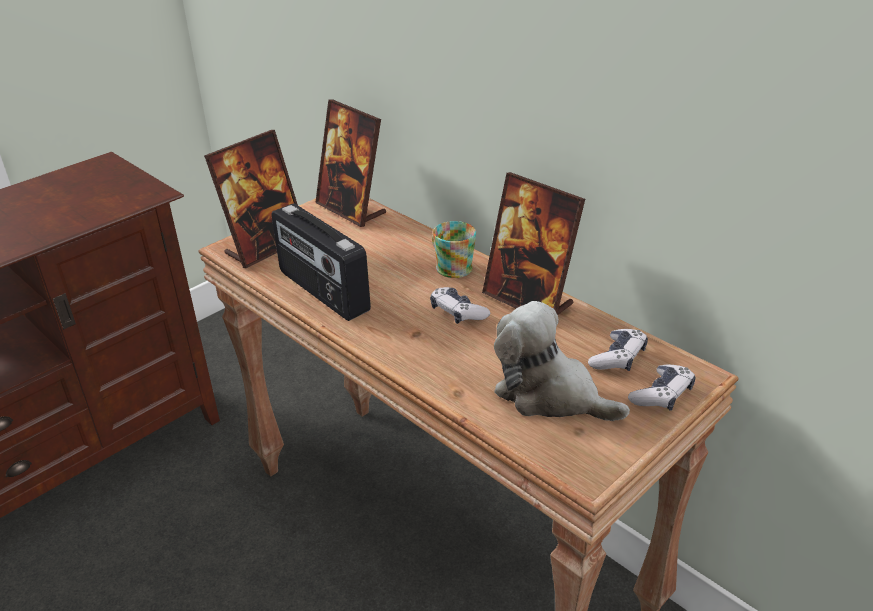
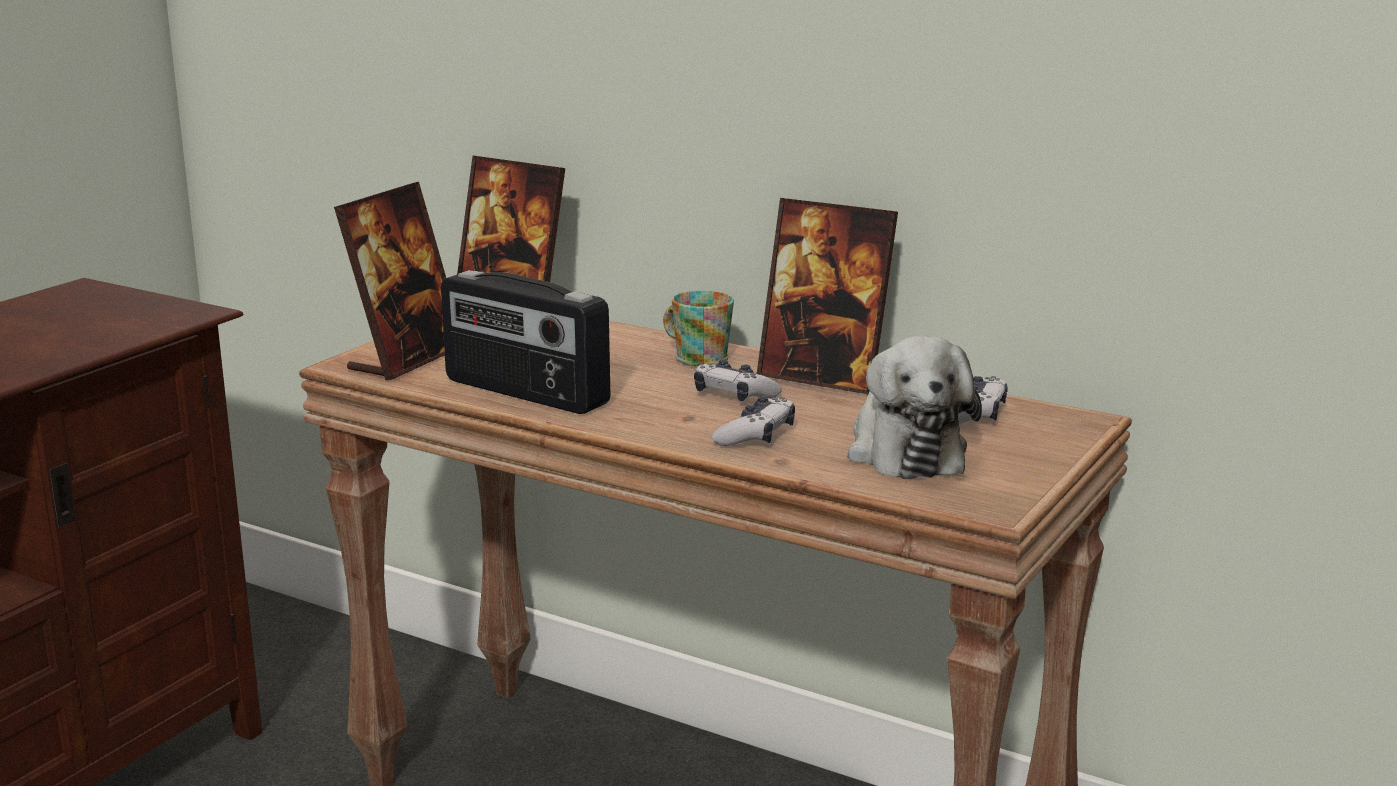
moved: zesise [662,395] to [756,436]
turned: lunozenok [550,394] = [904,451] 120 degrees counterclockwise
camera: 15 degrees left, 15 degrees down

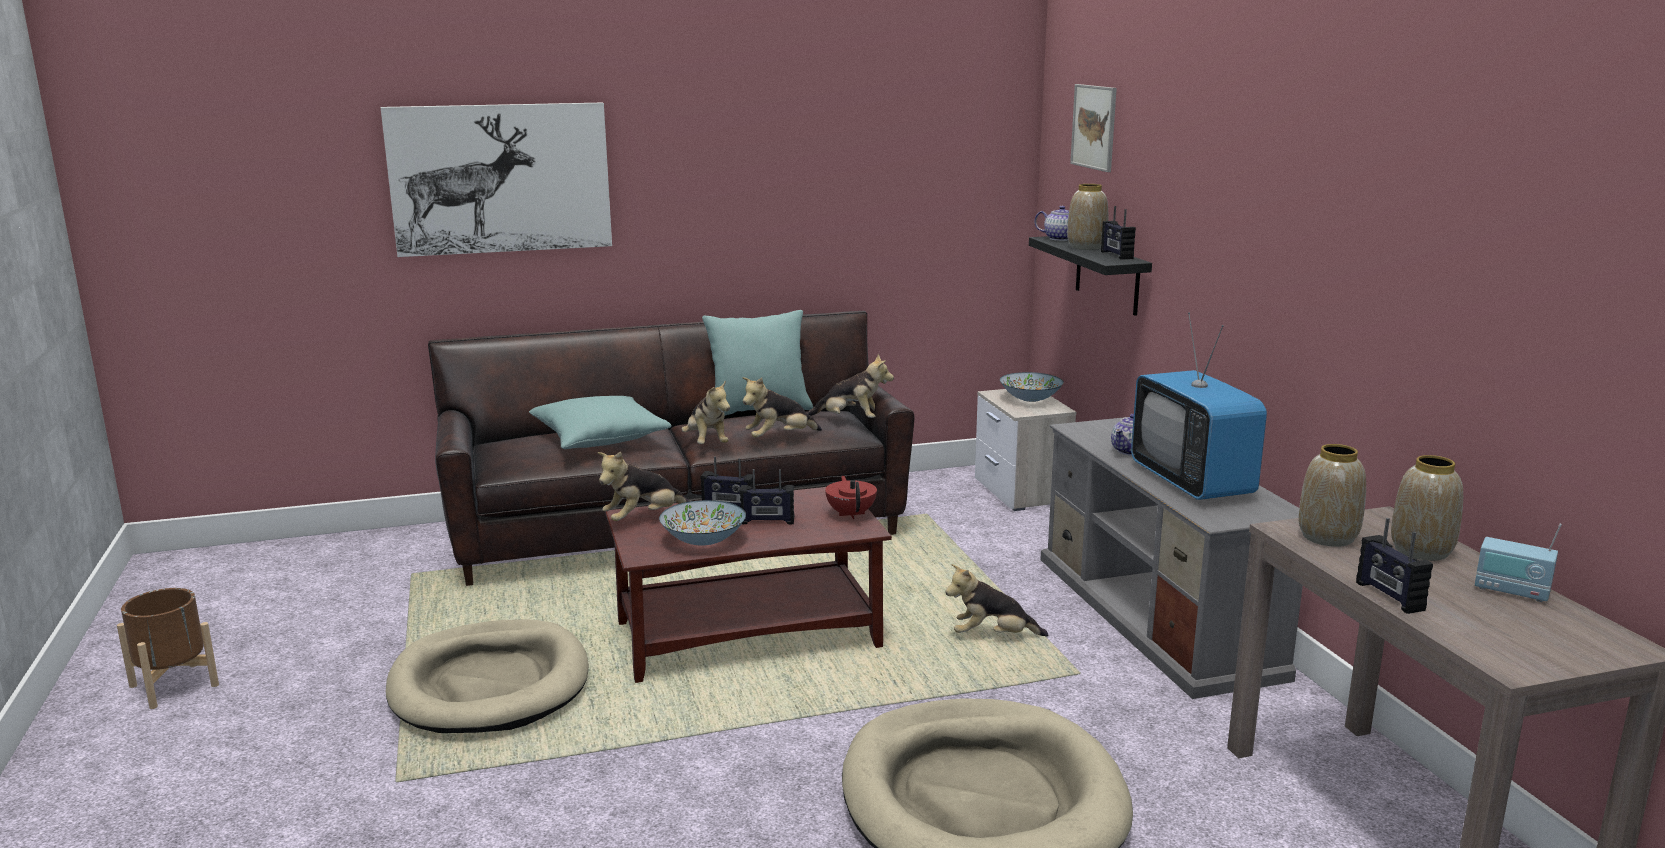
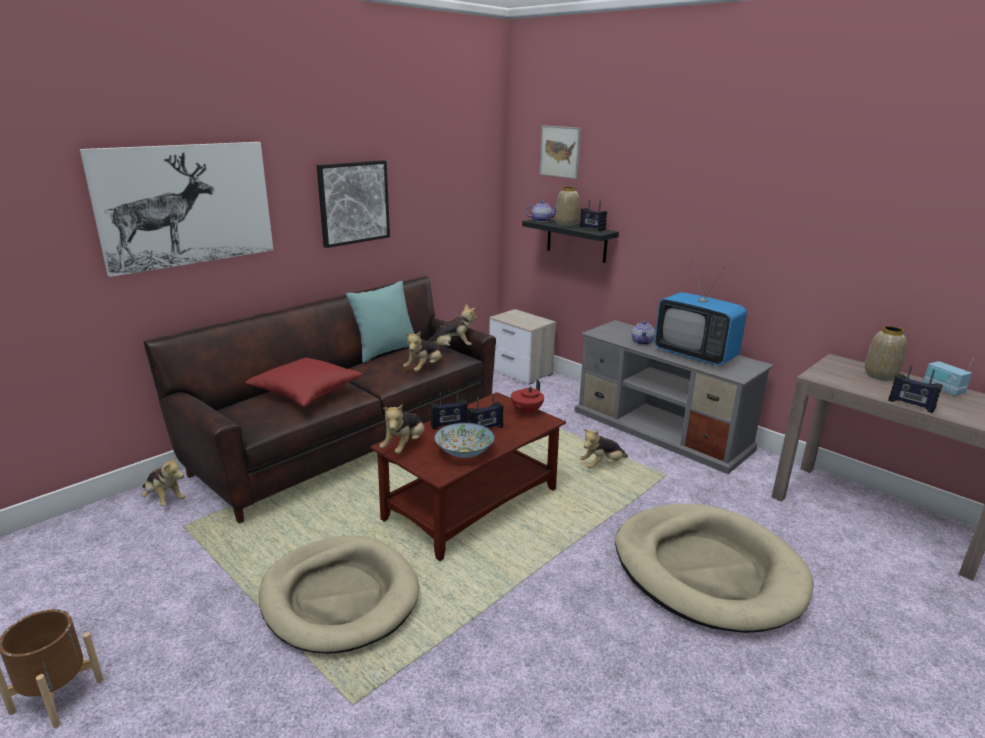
removed: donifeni [1030,399]; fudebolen [1328,537]
added: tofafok [353,202]
moved: lunozenok [706,443] to [164,499]
recoloured: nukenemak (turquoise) [600,439] to nukenemak (red) [306,392]
turned: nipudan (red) [851,514] = [526,412] 105 degrees counterclockwise; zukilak [1511,591] = [942,389] 60 degrees clockwise
camera: 30 degrees left, 5 degrees up

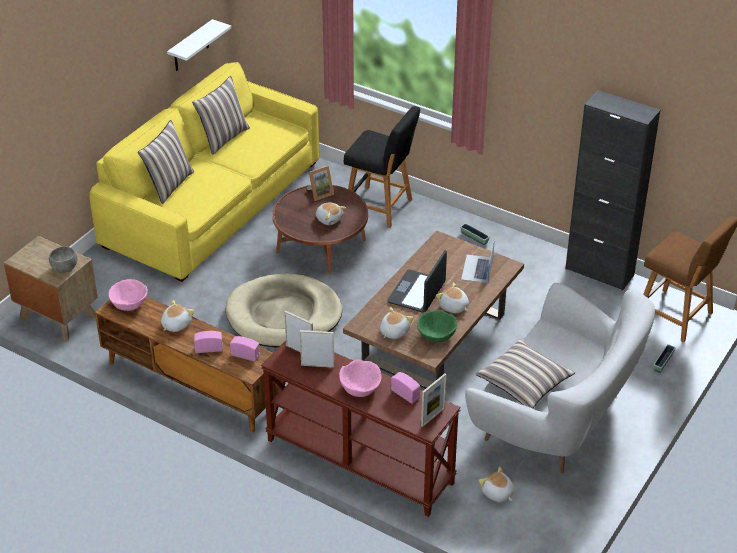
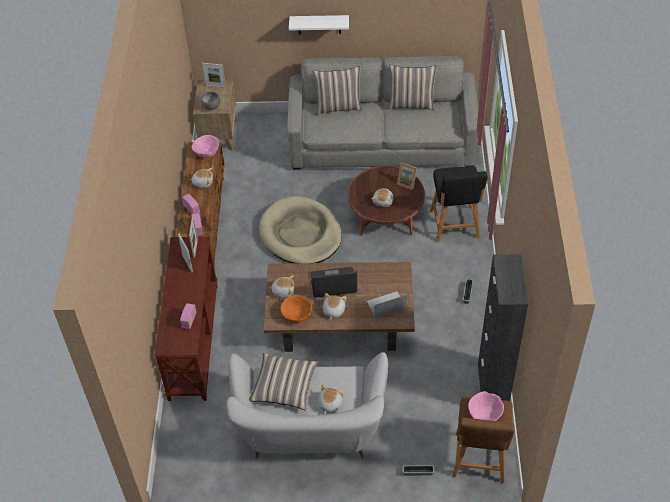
moved: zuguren [433,417] to [215,86]; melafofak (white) [191,46] to [319,24]; lunozenok [497,493] to [329,404]; donifeni (pink) [360,388] to [485,414]
recoloured: donifeni (green) [436,335] to donifeni (orange) [296,315]; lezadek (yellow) [212,203] to lezadek (grey) [382,141]
camera: 60 degrees right, 10 degrees up

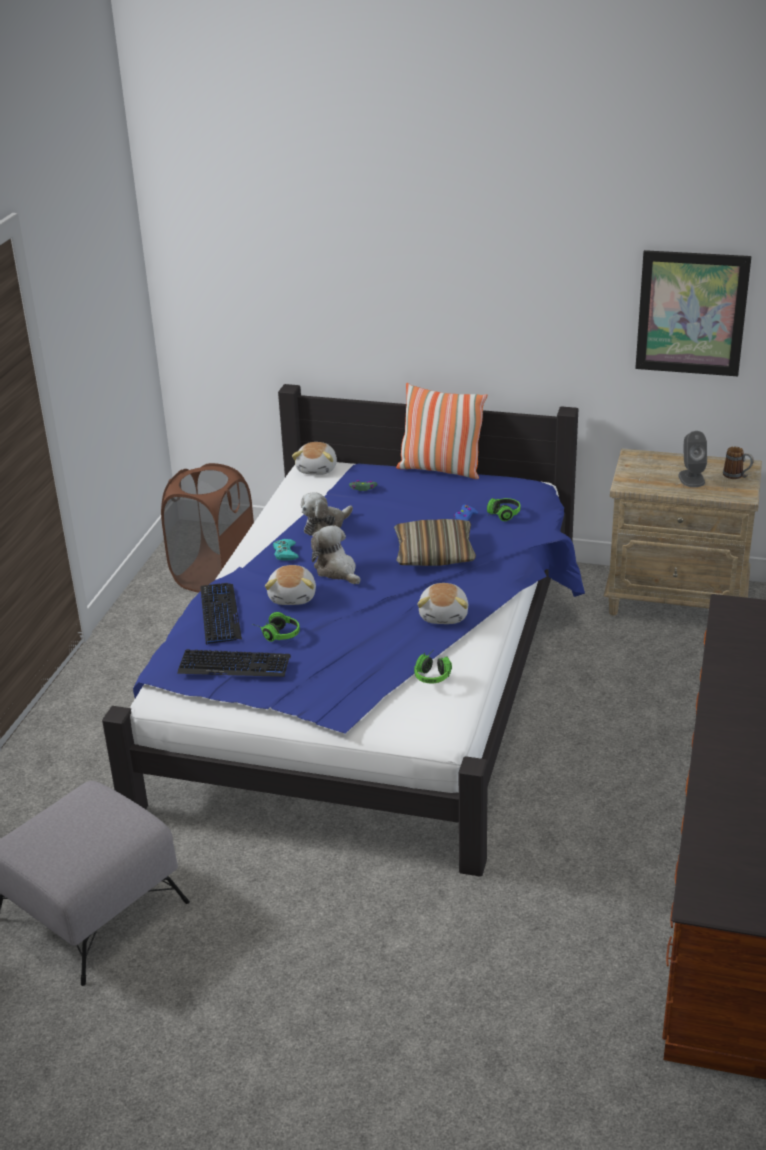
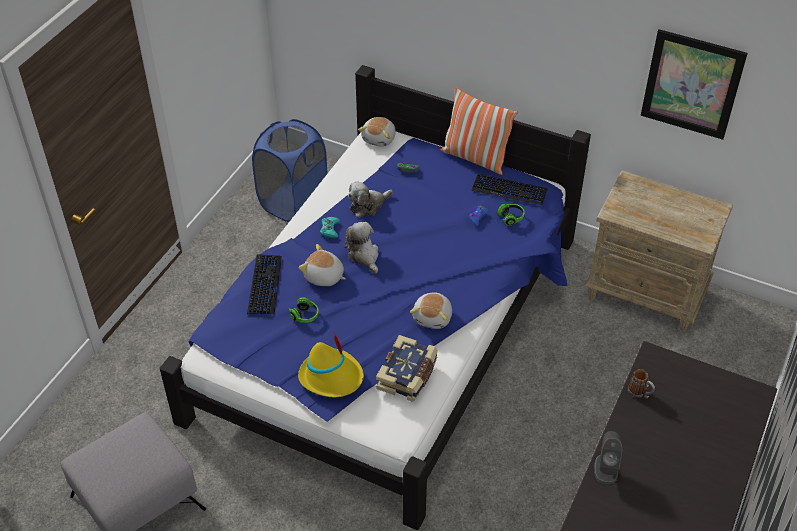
removed: nukenemak [434,553]
added: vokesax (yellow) [332,376]
moved: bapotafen [234,665] to [509,190]; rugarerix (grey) [691,478] to [606,468]; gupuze [737,476] to [640,393]
replaced: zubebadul [433,673] to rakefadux [408,375]
recoloured: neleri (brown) [214,575] to neleri (blue) [293,202]
turned: lunozenok [293,597] = [324,277] 105 degrees clockwise
camera: 10 degrees right, 15 degrees up

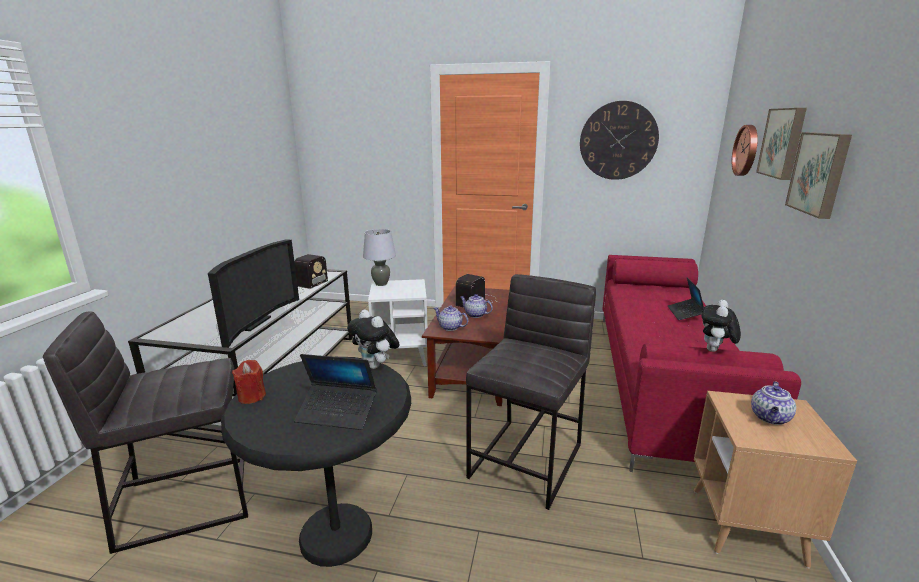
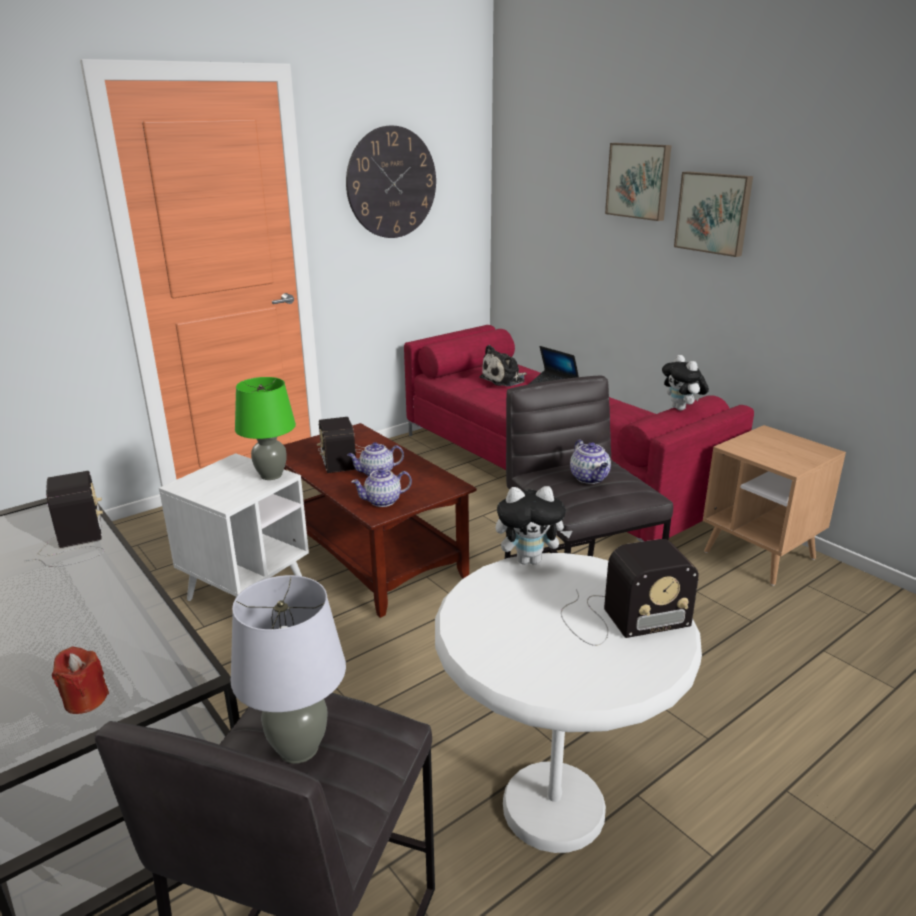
removed: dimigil [251,323]; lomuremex [747,150]
added: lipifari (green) [271,475]; lunozenok [504,380]
moved: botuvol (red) [252,396] to [85,700]; lipifari (grey) [381,284] to [298,749]; nipudan [770,418] to [590,478]
replaced: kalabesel [337,413] to zukilak [619,618]
recoloured: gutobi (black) [336,535] to gutobi (white) [553,807]
camera: 50 degrees left, 5 degrees up

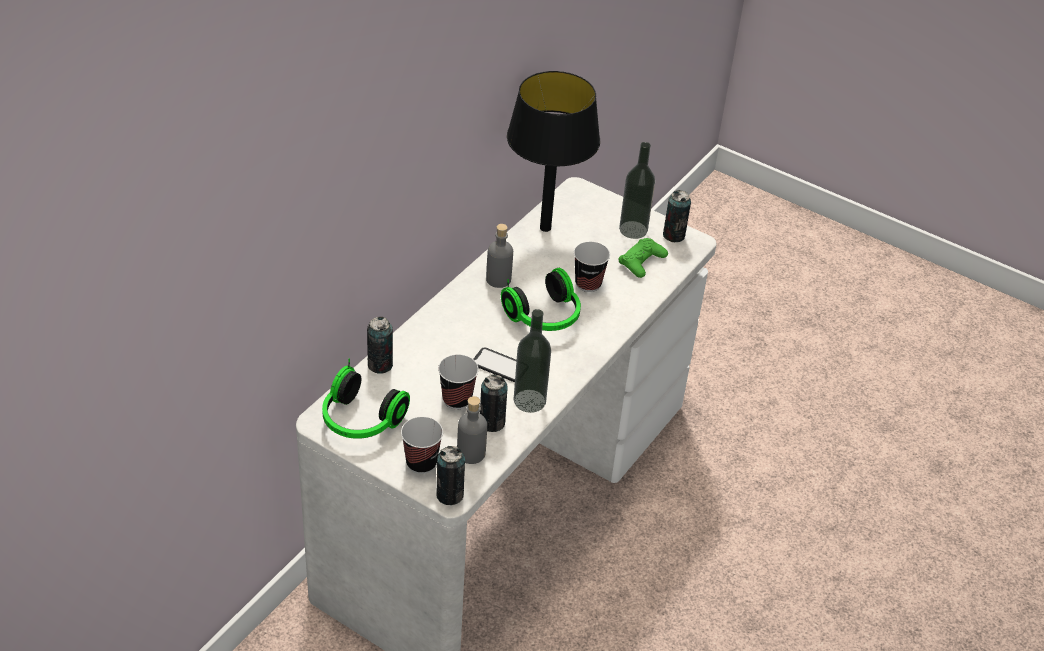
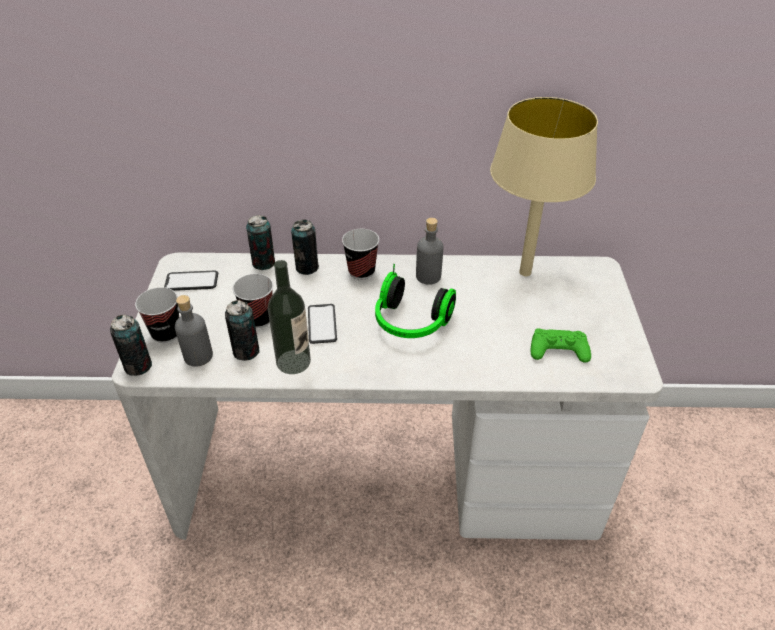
removed: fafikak [633,230]
moved: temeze [673,235] to [307,267]; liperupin [588,284] to [361,271]
replaced: zubebadul [360,421] to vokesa [191,281]
recoloured: lipifari (black) [545,228] to lipifari (beige) [525,272]
camera: 60 degrees right, 0 degrees up

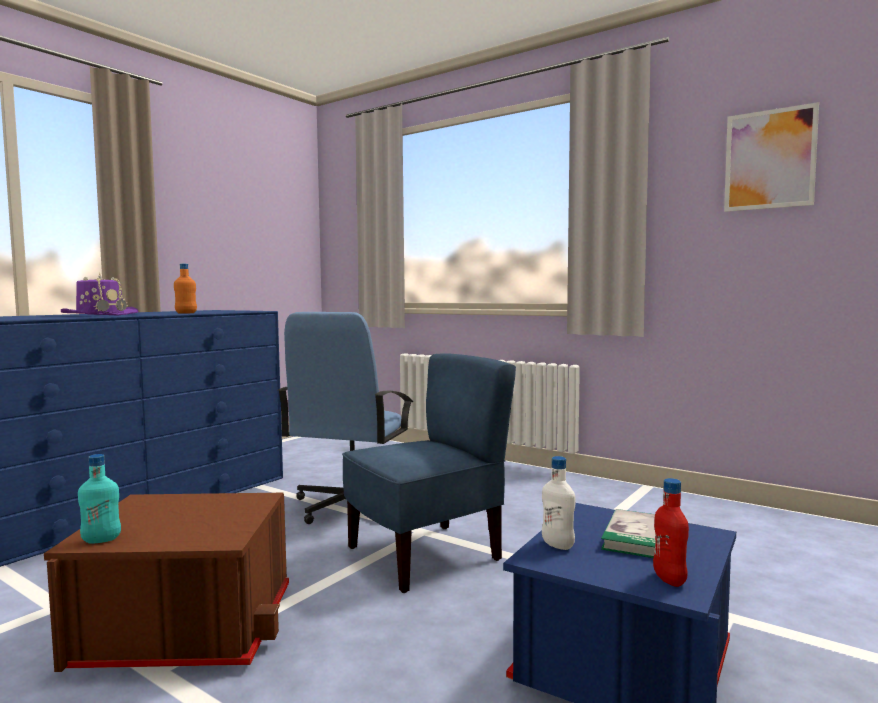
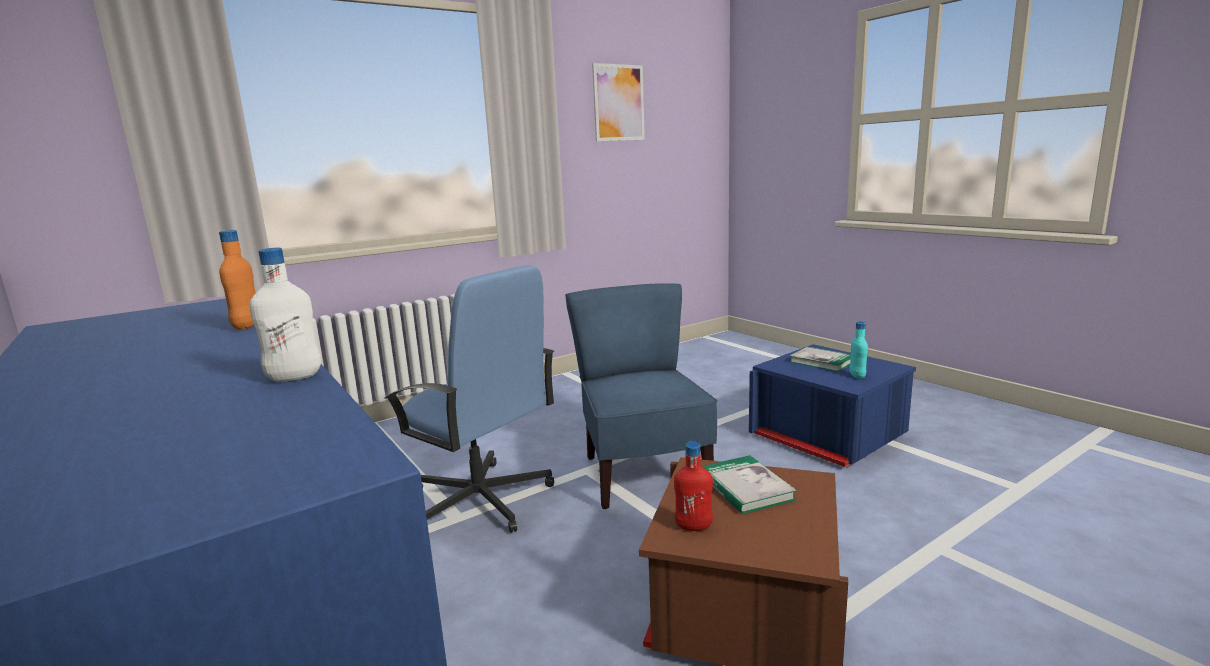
removed: vokesax (purple) [100,315]
added: rakefadux [745,487]
moved: fafikak (white) [558,545] to [294,377]; fafikak (red) [669,580] to [693,527]; fafikak (turquoise) [101,540] to [857,376]
camera: 70 degrees left, 10 degrees up

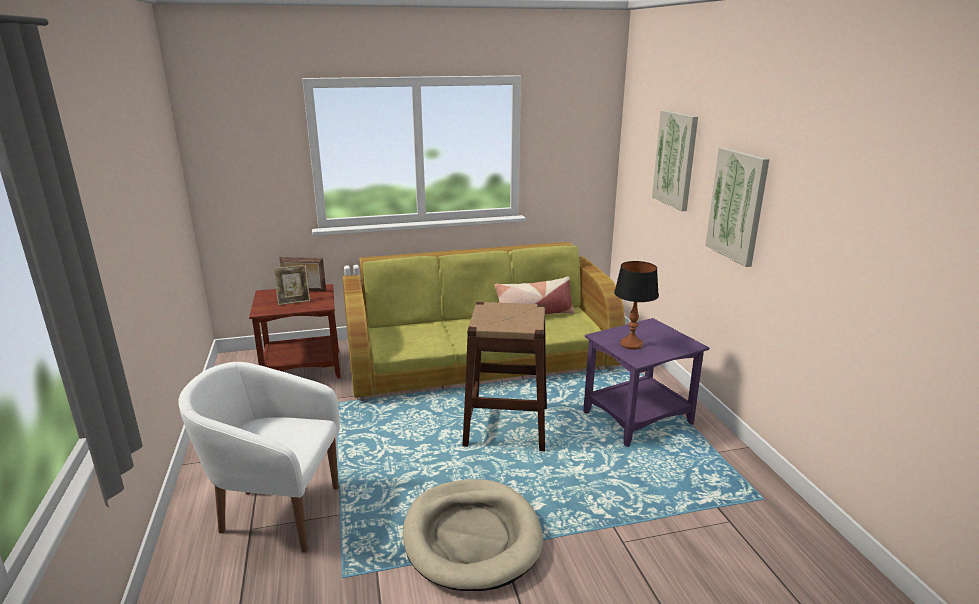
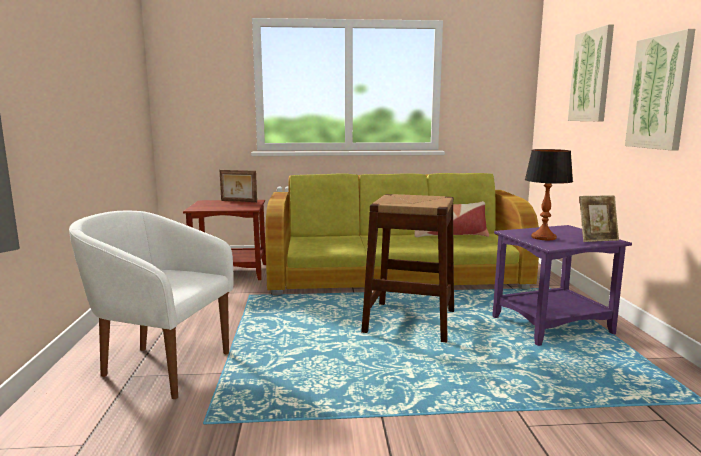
removed: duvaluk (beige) [472,537]
moved: zuguren [294,301] to [597,239]
camera: 10 degrees right, 10 degrees down

